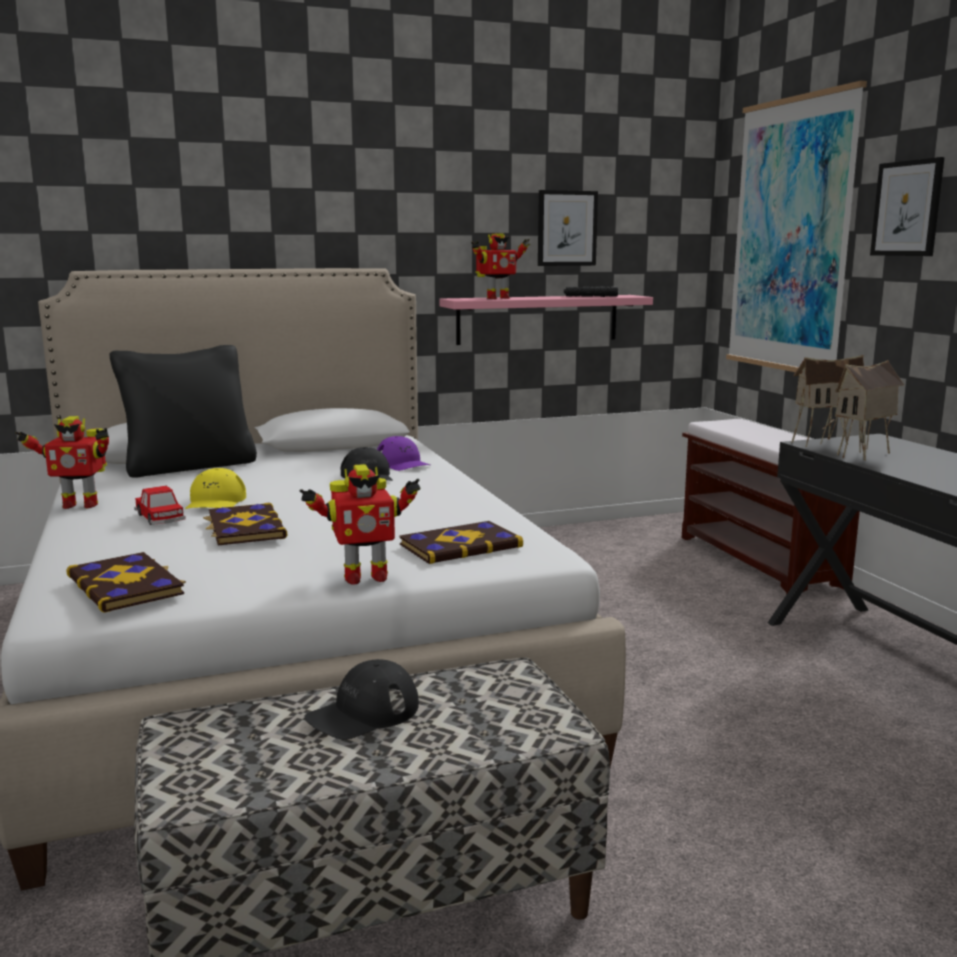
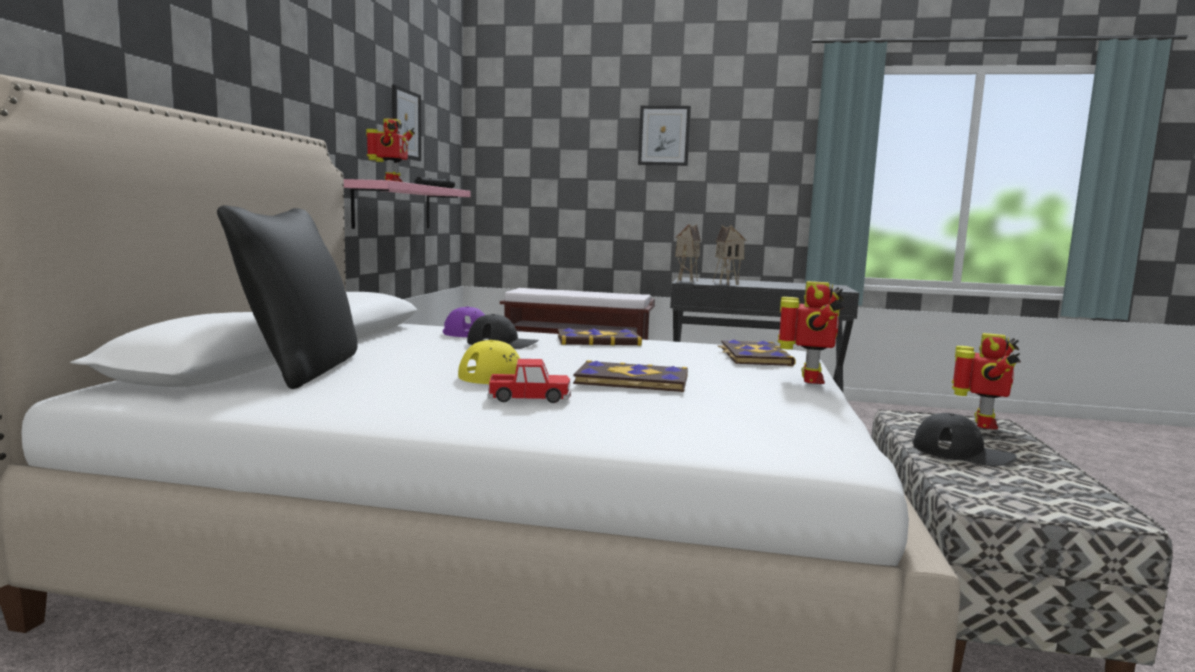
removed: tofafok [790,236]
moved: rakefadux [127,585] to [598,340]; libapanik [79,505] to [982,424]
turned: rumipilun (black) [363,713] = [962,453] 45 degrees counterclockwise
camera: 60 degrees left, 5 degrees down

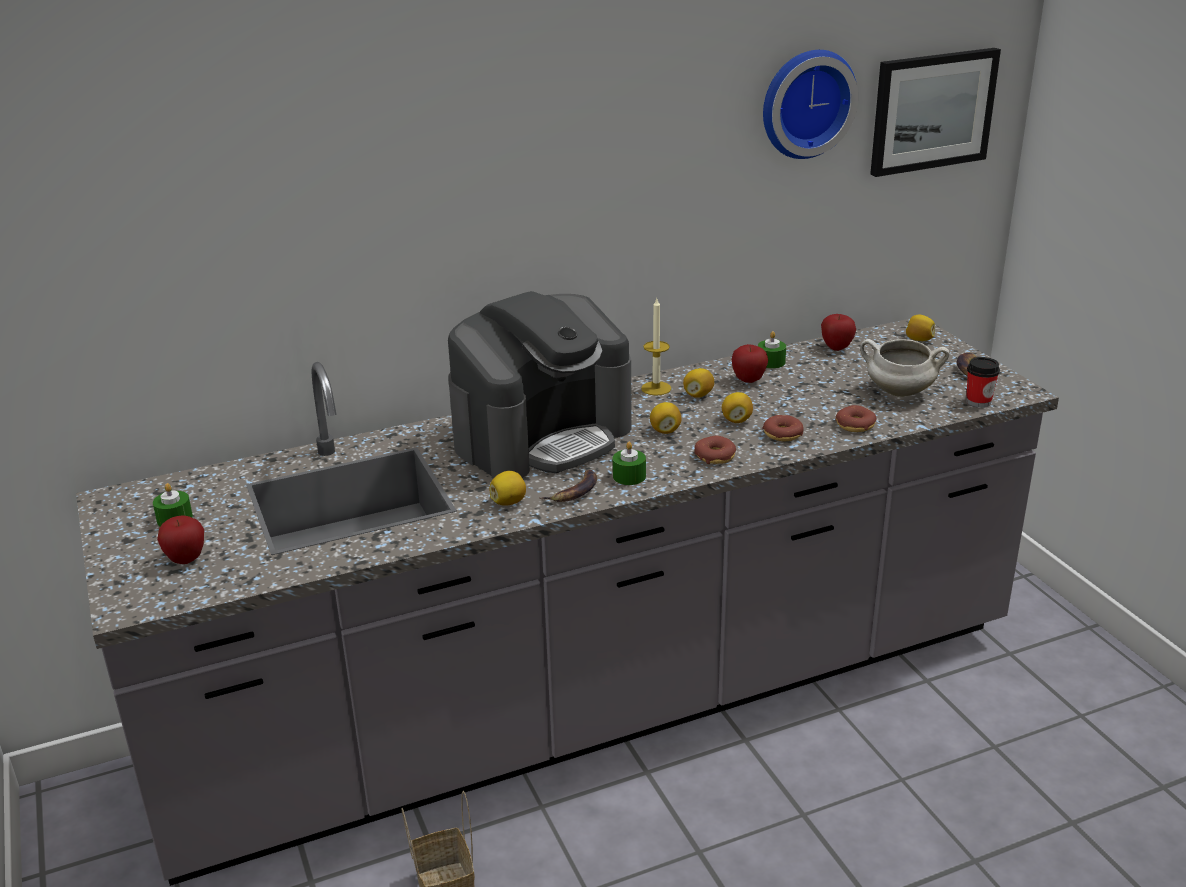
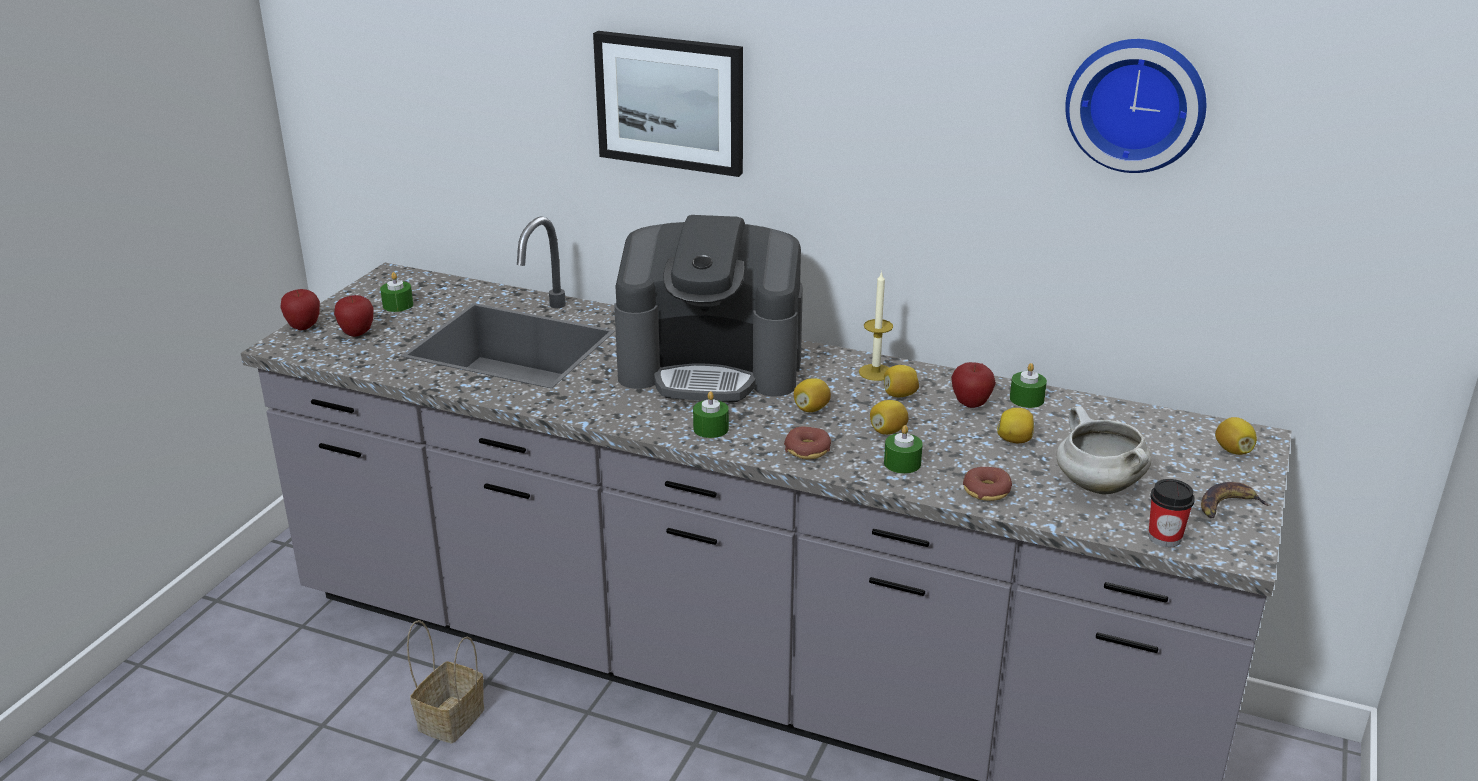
removed: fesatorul [574,491]
moved: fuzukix [836,348] to [304,327]; tofafok [932,111] to [670,102]; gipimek [509,502] to [1015,440]
replaced: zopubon [782,434] to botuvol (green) [902,463]
camera: 45 degrees right, 0 degrees up

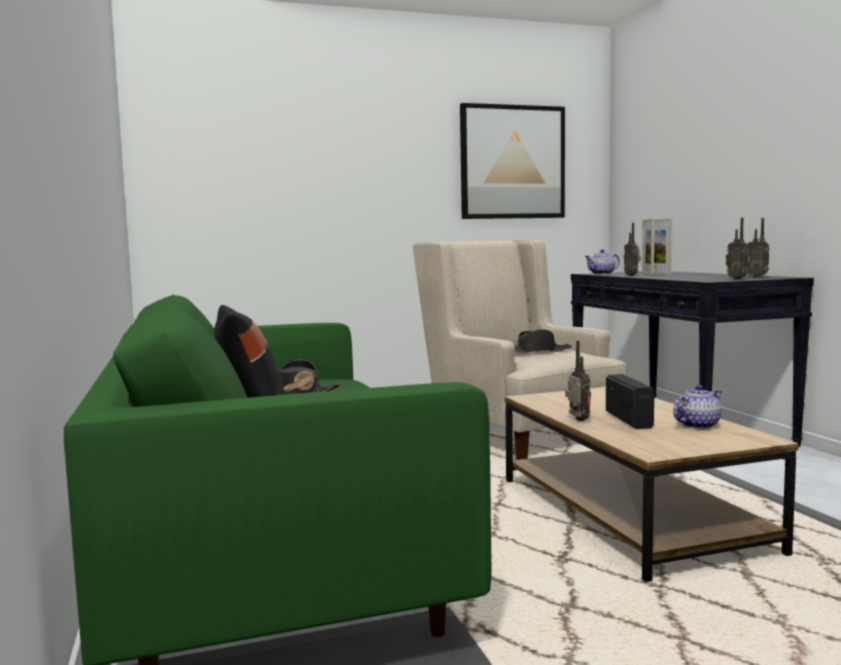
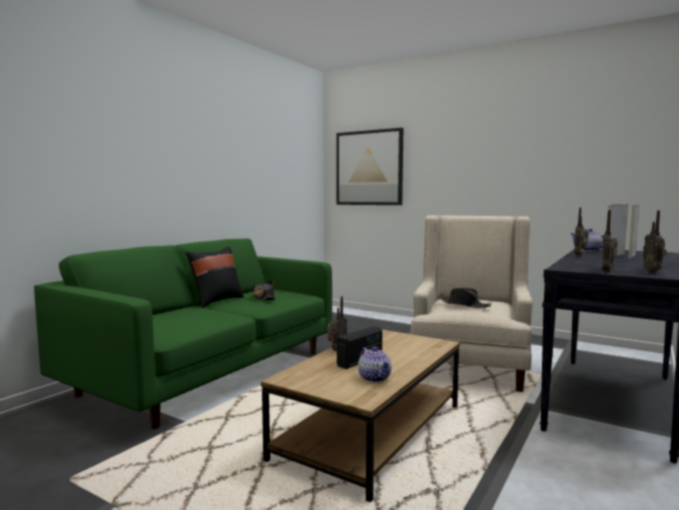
moved: tofafok [512,162] to [369,168]
turned: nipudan [697,425] = [374,378] 45 degrees clockwise
camera: 50 degrees right, 0 degrees up

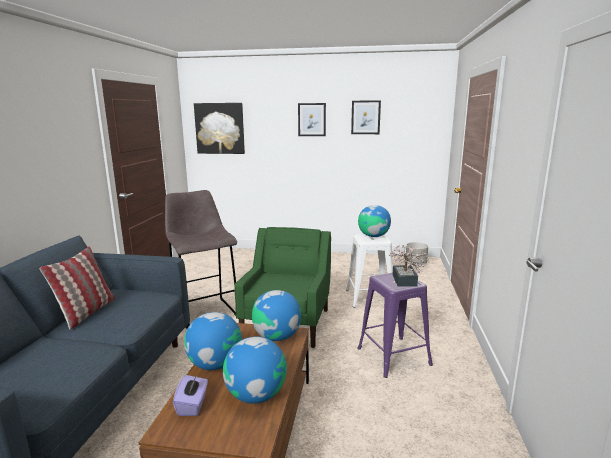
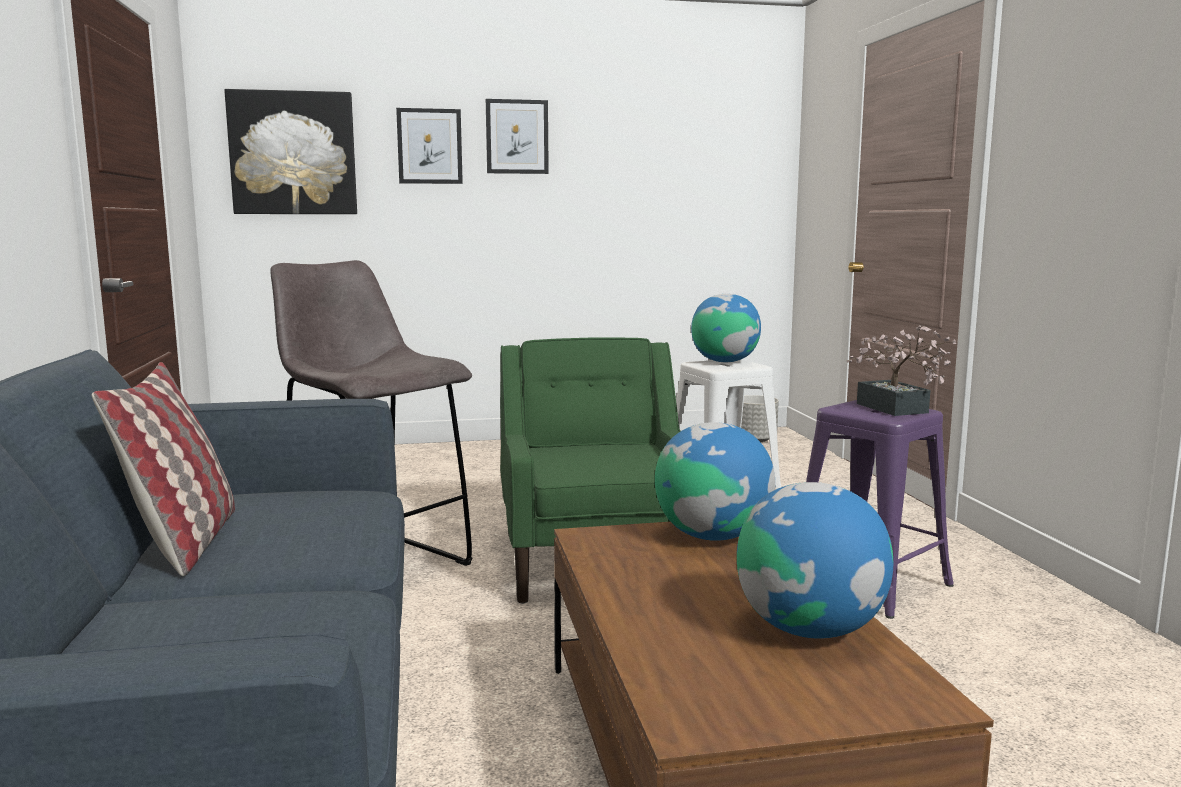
removed: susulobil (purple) [192,405]; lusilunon [215,364]
moved: tofafok [365,117] to [429,146]
camera: 20 degrees left, 5 degrees down

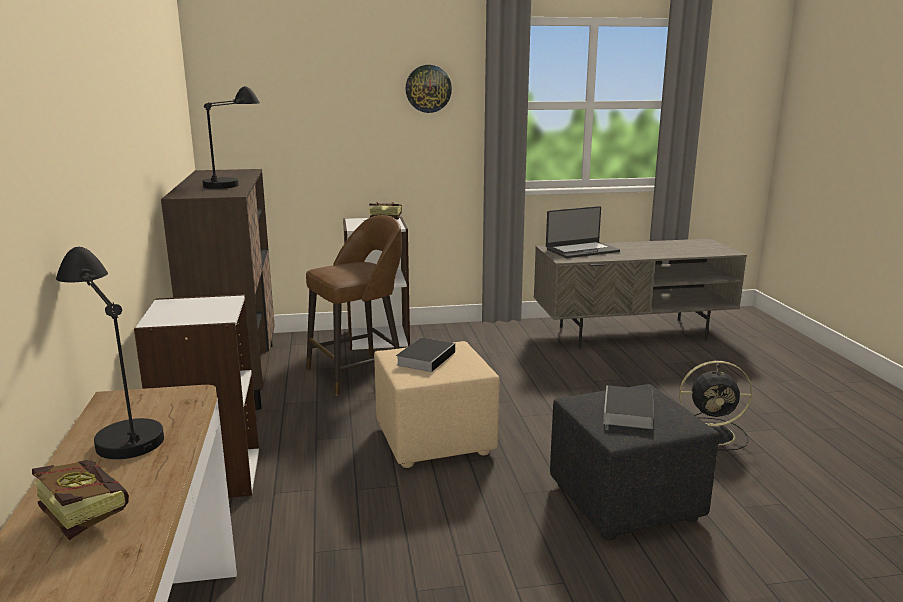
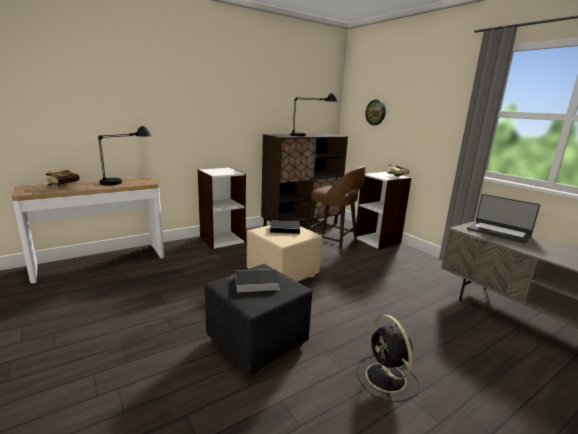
moved: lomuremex [428,88] to [375,112]
camera: 65 degrees right, 0 degrees up

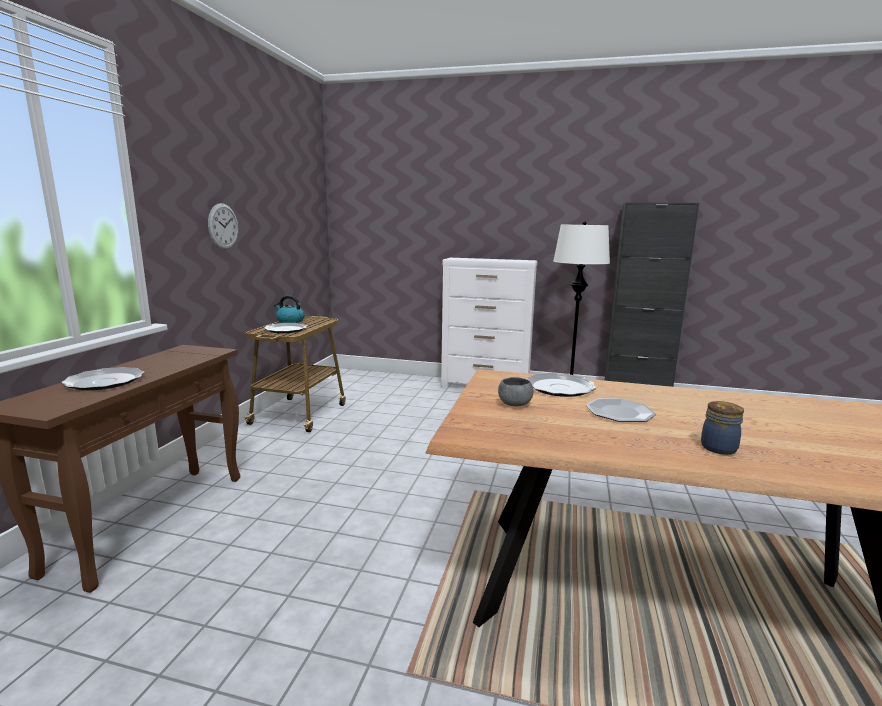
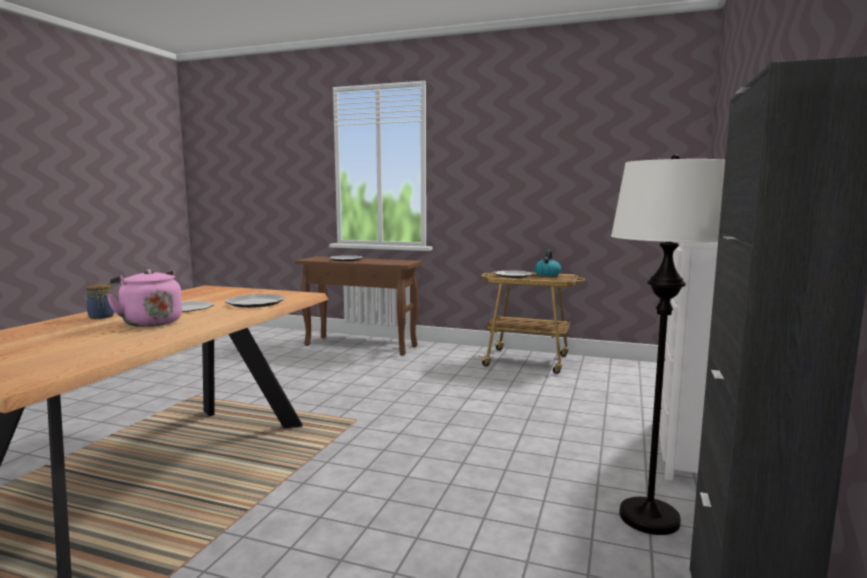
removed: lomuremex [223,226]; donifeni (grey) [514,404]
added: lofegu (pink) [150,322]
camera: 95 degrees right, 5 degrees down

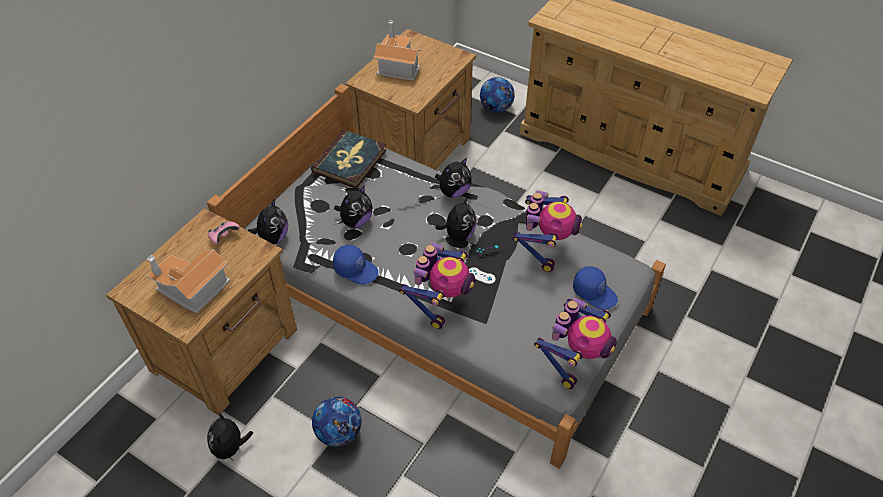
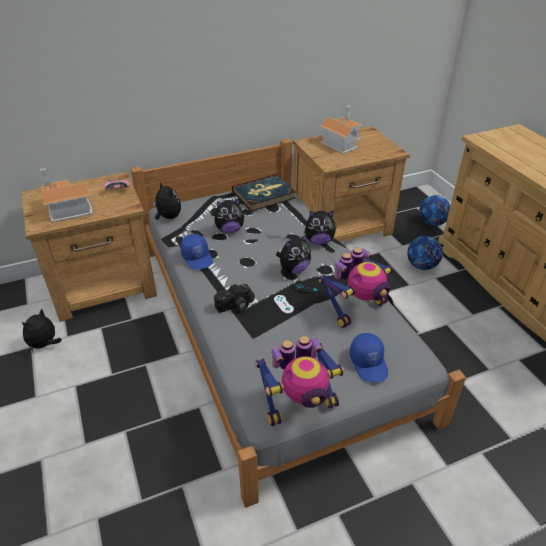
moved: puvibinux [339,433] to [421,266]
replaced: libapanik [441,301] to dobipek [235,306]
turned: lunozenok [273,238] = [168,217] 90 degrees counterclockwise
camera: 35 degrees right, 10 degrees down

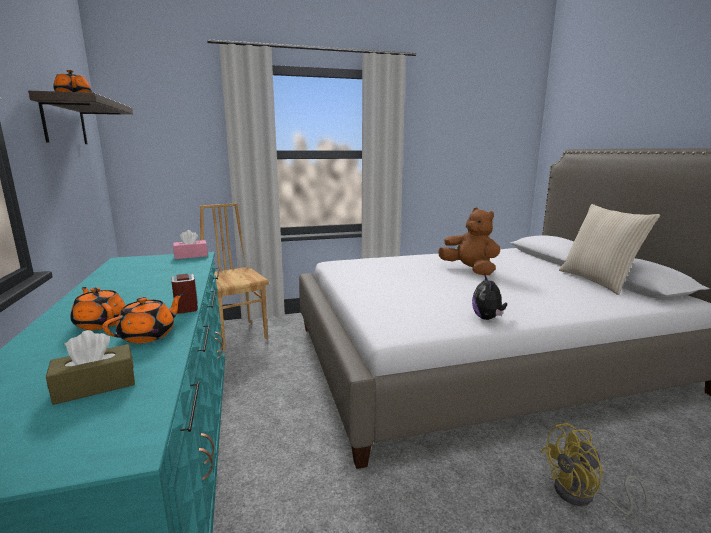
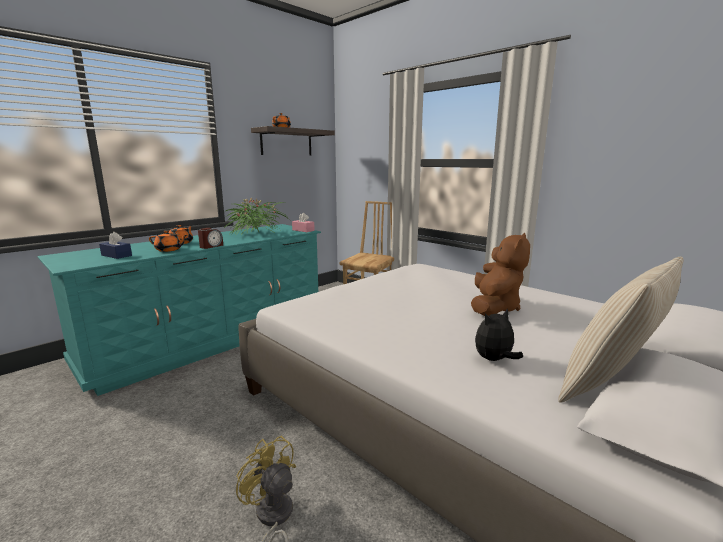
added: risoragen [255,233]
moved: lunozenok [487,318] to [494,360]
recoloured: susulobil (brown) [95,386] to susulobil (blue) [116,255]
camera: 60 degrees right, 0 degrees up

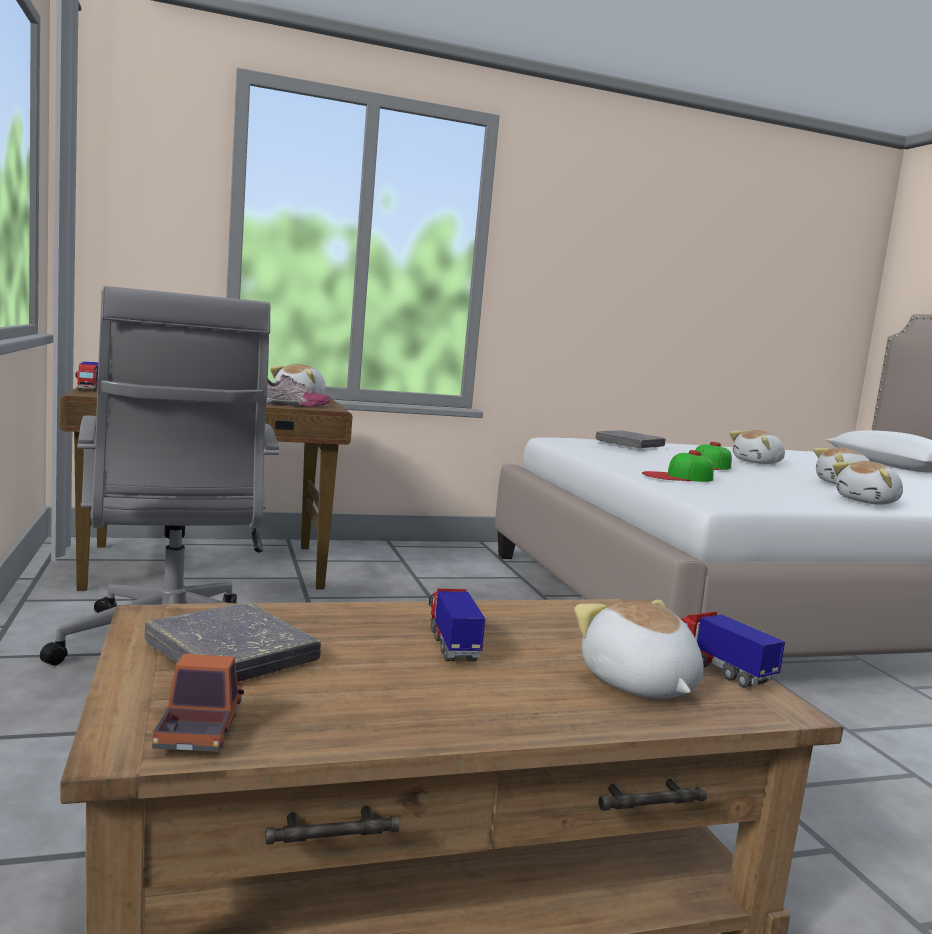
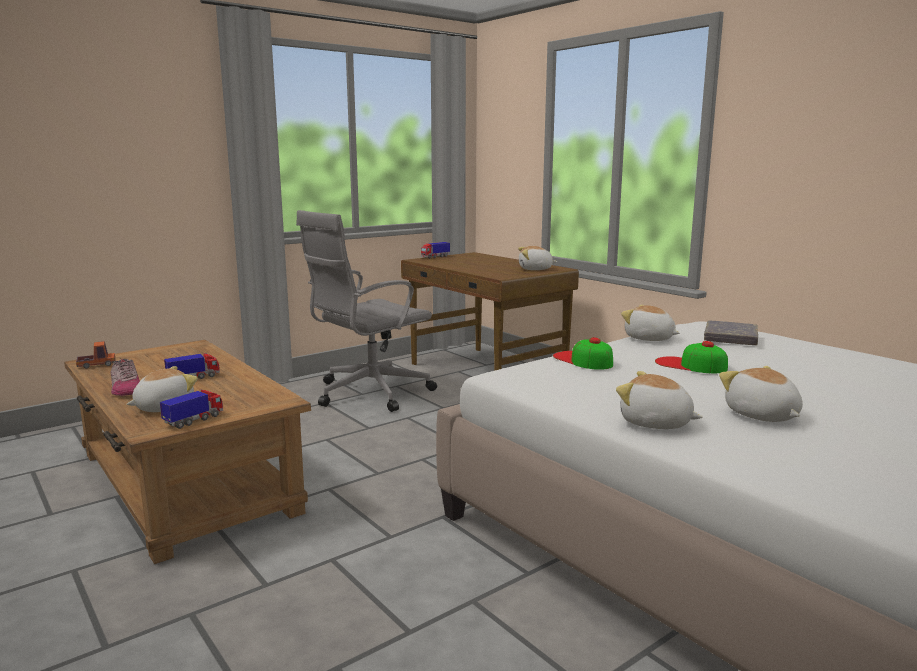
removed: rakefadux (grey) [231,653]
moved: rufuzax [293,405] to [125,389]; lunozenok [758,463] to [649,338]
camera: 70 degrees right, 5 degrees up

